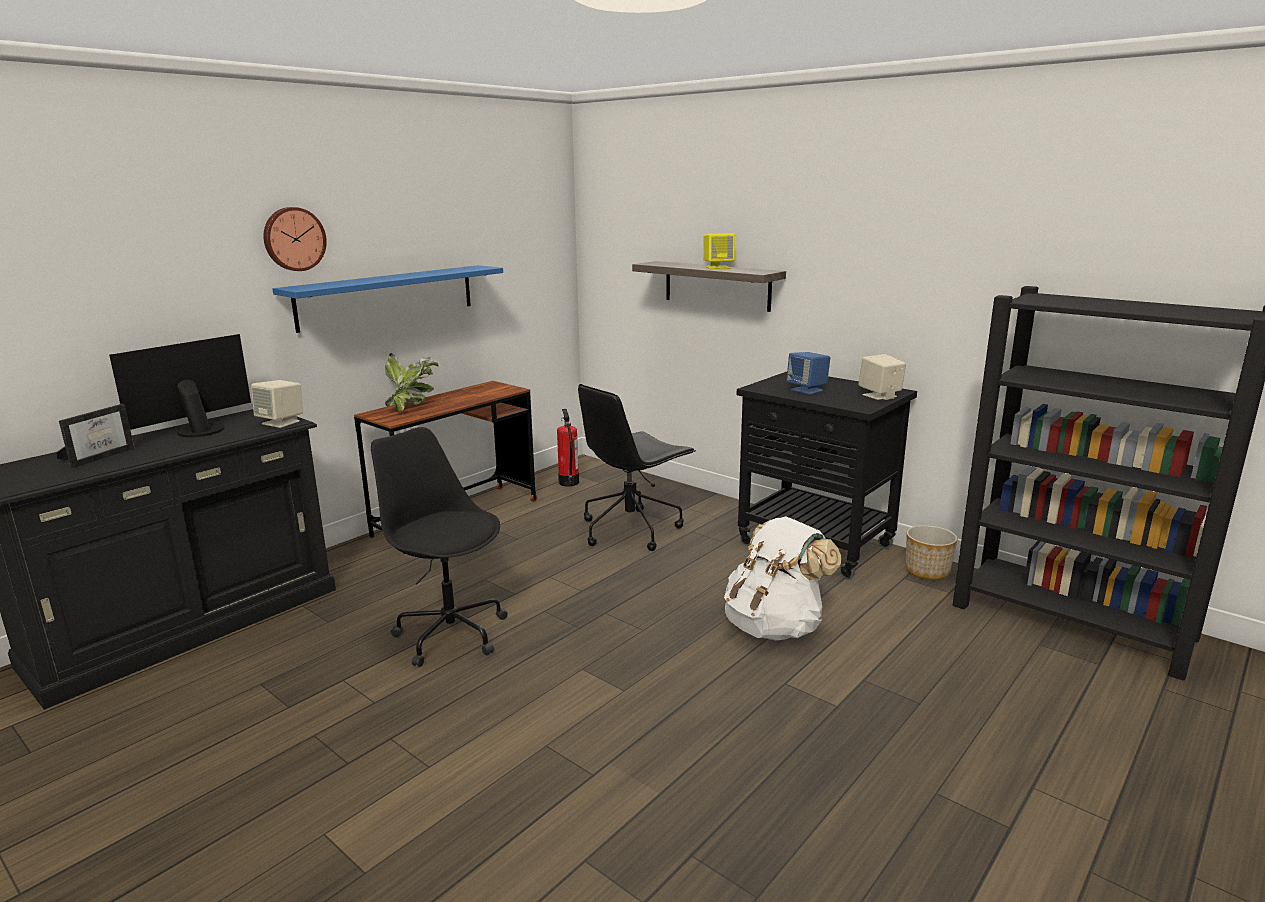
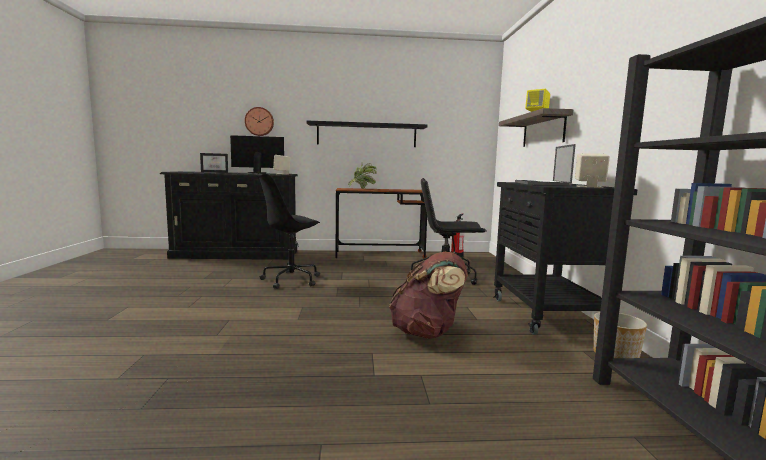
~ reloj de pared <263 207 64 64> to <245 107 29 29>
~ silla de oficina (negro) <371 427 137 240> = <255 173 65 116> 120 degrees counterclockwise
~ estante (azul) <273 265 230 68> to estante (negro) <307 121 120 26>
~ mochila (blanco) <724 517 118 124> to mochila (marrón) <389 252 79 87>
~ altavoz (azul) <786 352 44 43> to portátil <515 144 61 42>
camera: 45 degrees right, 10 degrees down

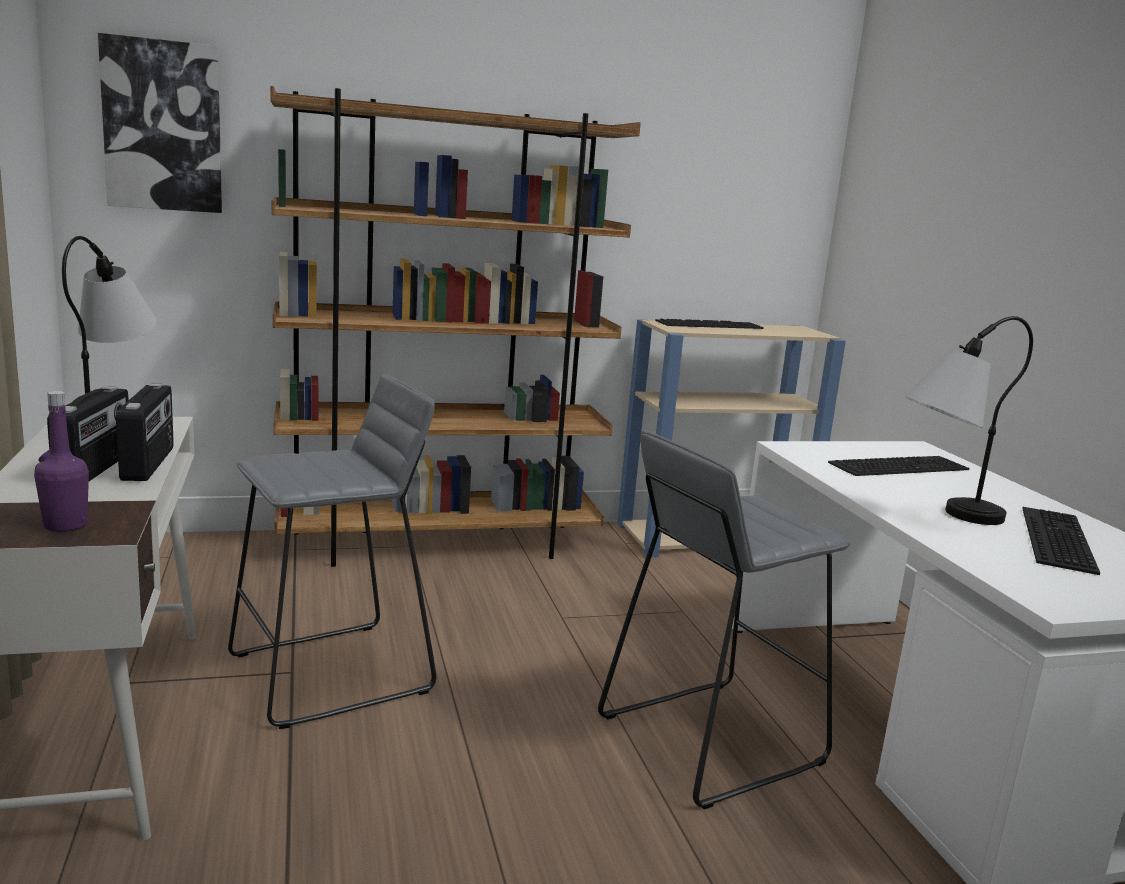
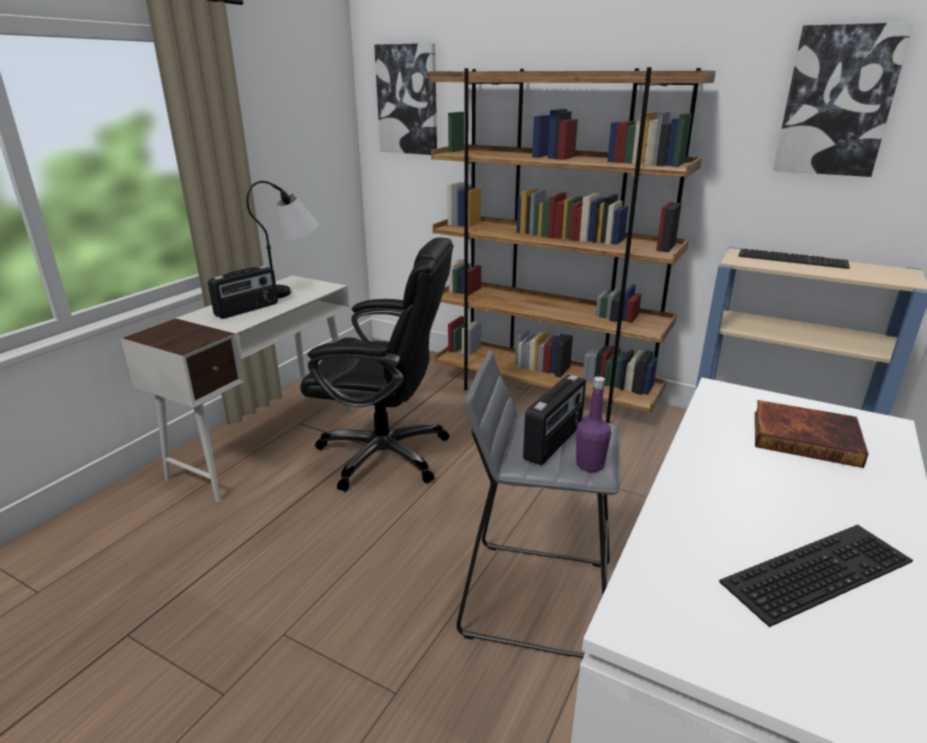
~ taburete (gris) <228 374 208 355> to silla de oficina (negro) <300 237 154 255>
~ radio <116 384 58 97> to <523 374 63 91>
~ botella (morado) <34 391 55 141> to <576 376 35 96>
~ teclado <828 456 141 20> to libro <755 400 113 68>
+ cuadro <773 22 141 155>
- lámpara de mesa <906 316 127 209>
camera: 45 degrees right, 10 degrees up

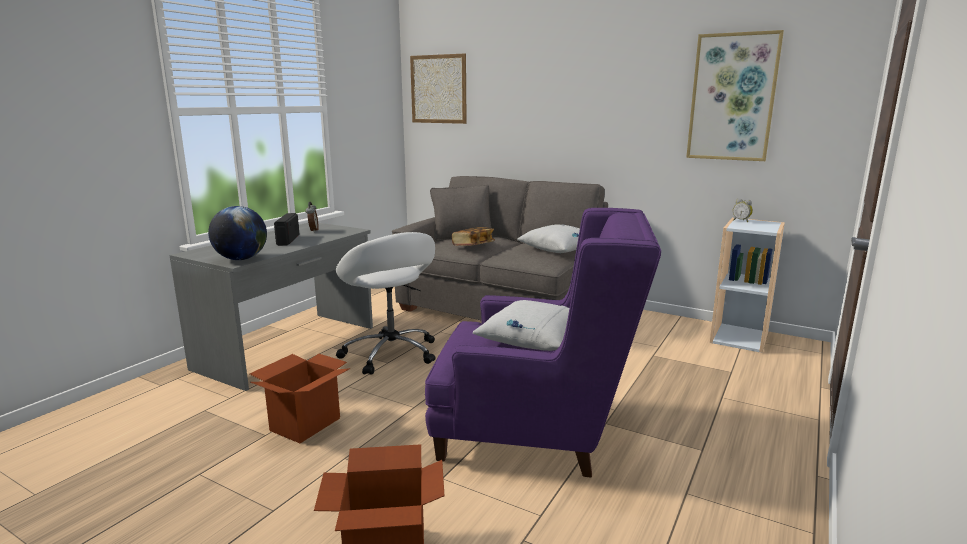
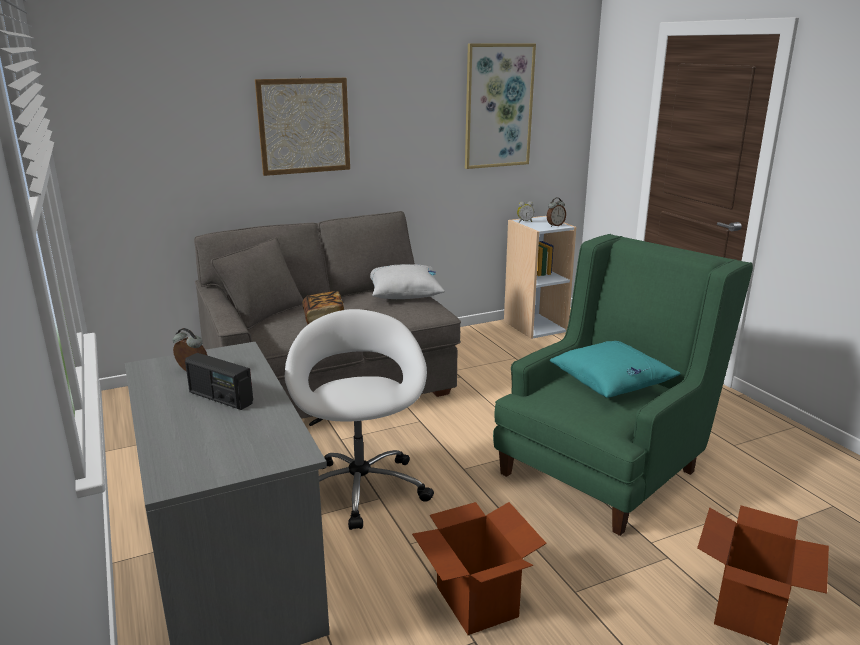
~ cuadro <410 53 57 71> to <255 76 95 100>
~ silla de oficina (blanco) <336 232 100 143> = <285 309 149 221> 105 degrees counterclockwise
~ sillón (morado) <425 208 236 269> to sillón (verde) <493 234 260 302>
+ despertador <547 198 19 29>
~ cojín (gris) <473 300 96 51> to cojín (turquesa) <550 341 131 57>
- globo terráqueo <208 206 59 54>
camera: 55 degrees left, 5 degrees up

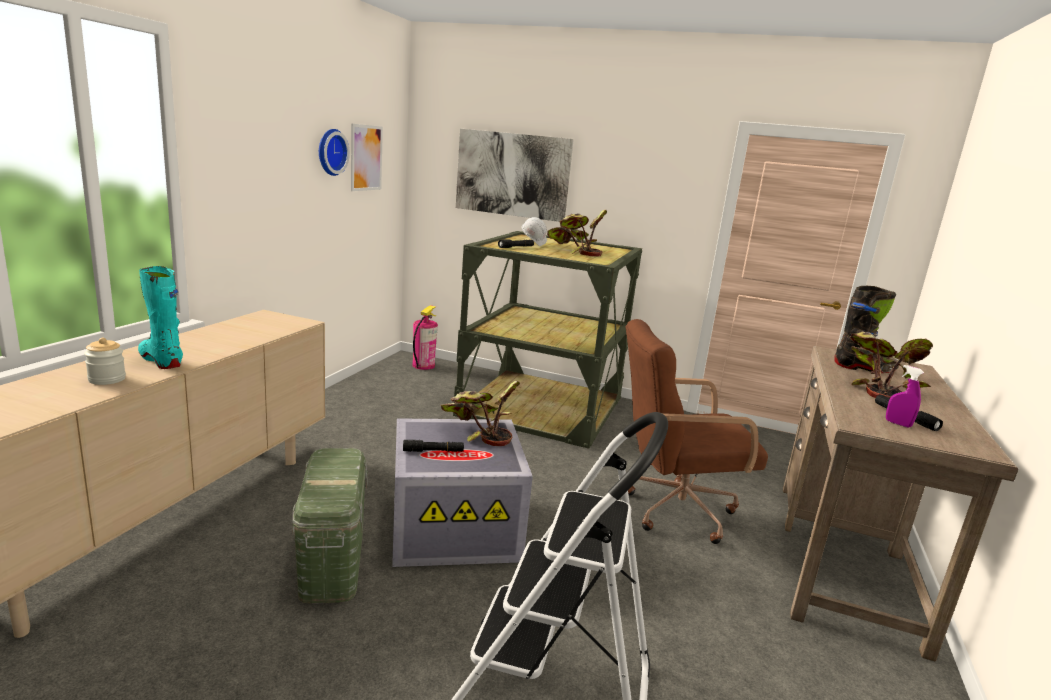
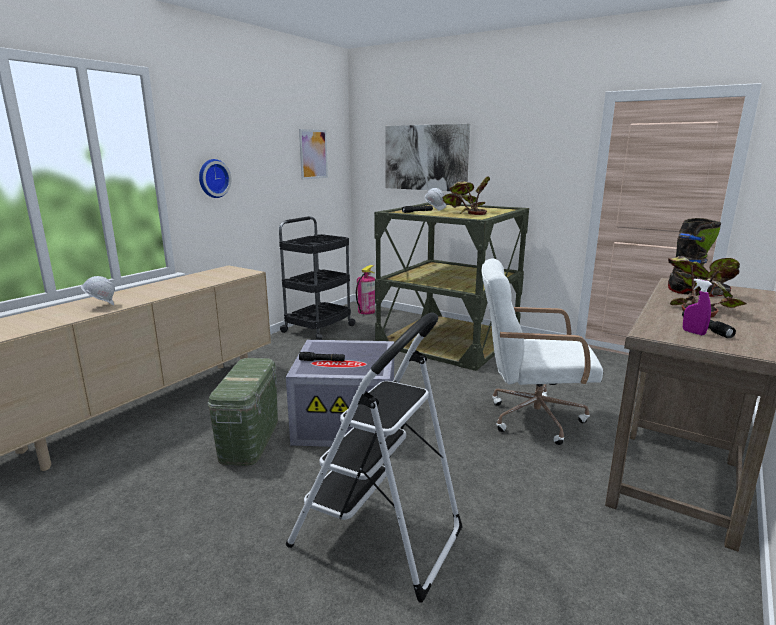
~ tarro <84 338 42 47> to casco (blanco) <81 276 34 30>
~ reloj de pared <319 129 31 47> to <199 159 32 39>
+ carrito (negro) <279 216 76 124>
~ silla de oficina (marrón) <625 319 143 225> to silla de oficina (blanco) <482 258 121 187>
- bota (turquesa) <138 266 45 103>
- planta en maceta <440 381 80 65>
camera: 15 degrees right, 0 degrees up

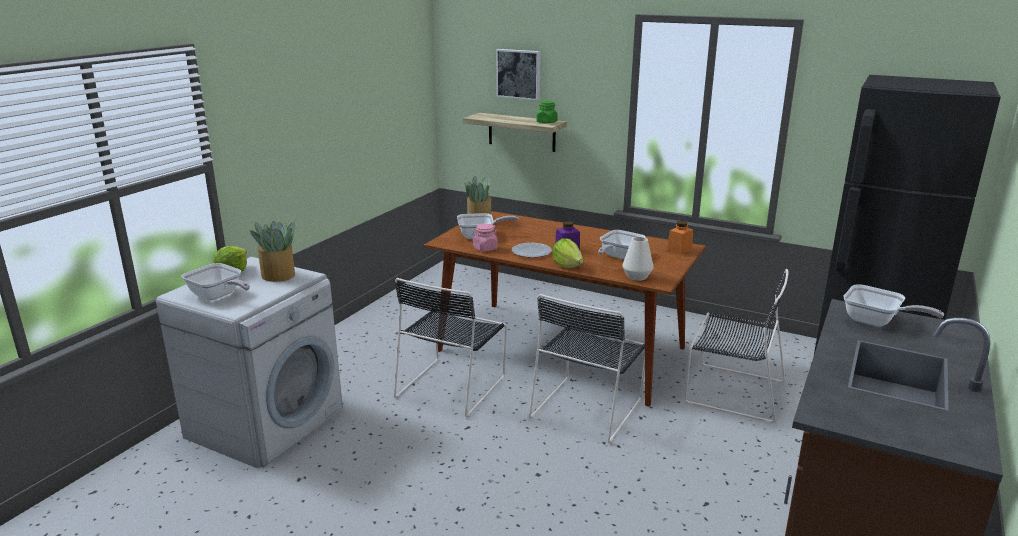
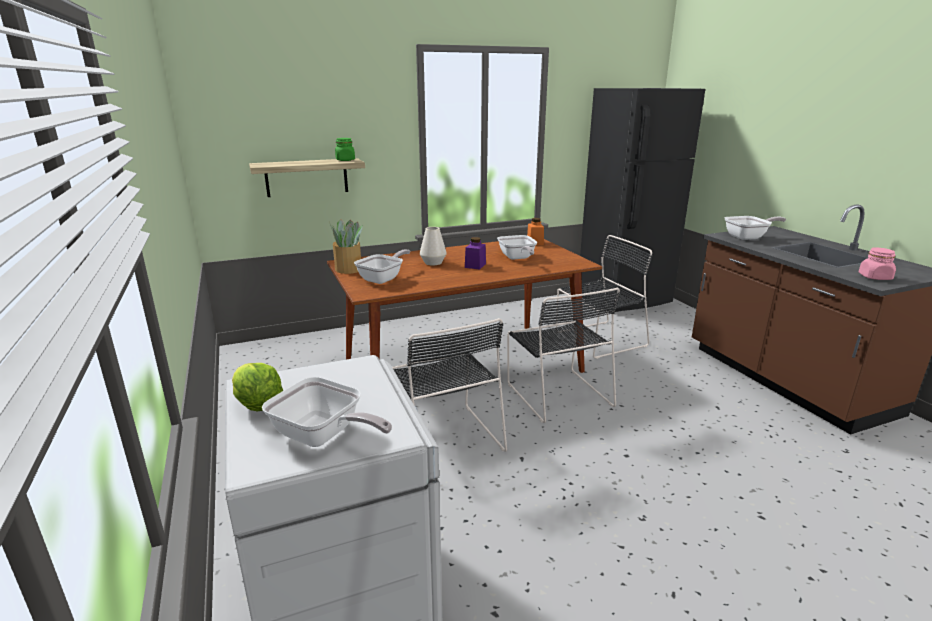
~ sartén <182 263 68 37> = <262 377 130 70> 45 degrees clockwise
~ florero (blanco) <622 237 32 44> to <420 227 27 38>
~ tarro (rosa) <472 224 26 28> to <859 247 37 33>
- planta en maceta <250 221 46 61>
- cuadro <496 49 45 51>
- plato <512 243 40 15>
- lechuga <552 238 32 30>
camera: 50 degrees left, 0 degrees up

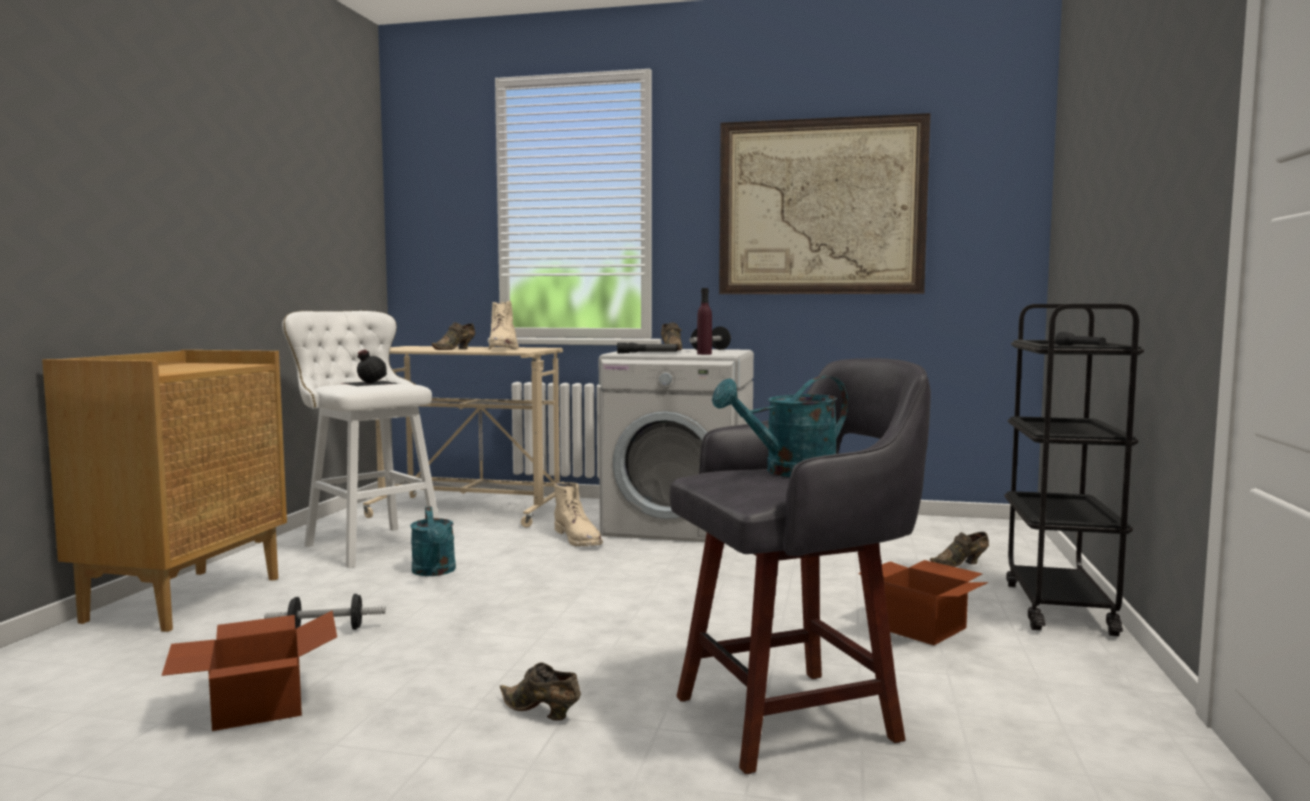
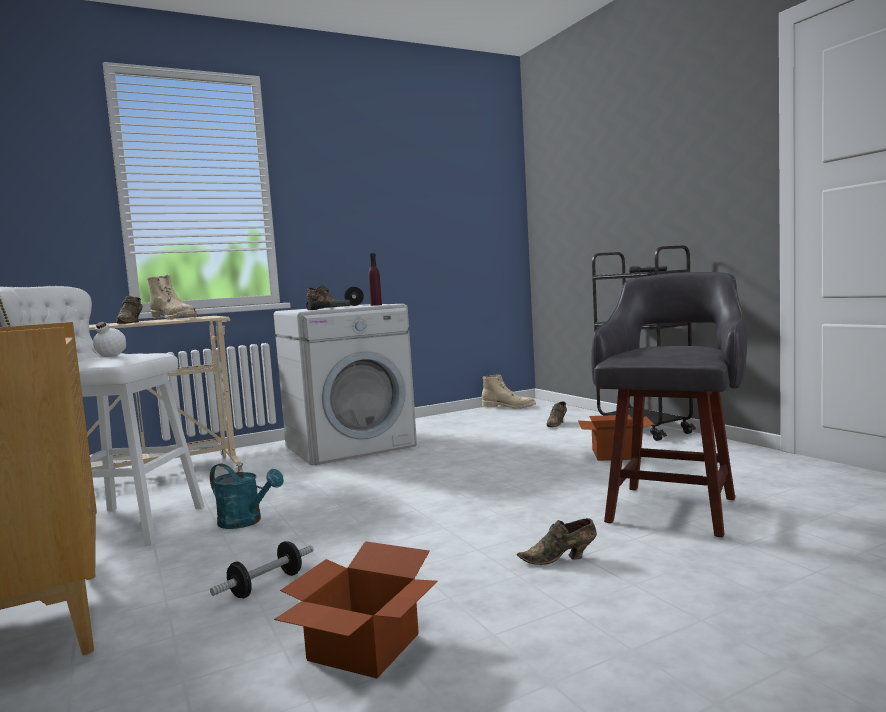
~ botella (negro) <342 349 57 37> to botella (blanco) <80 322 64 38>
~ bota (beis) <554 482 49 65> to <482 375 54 34>
- regadera (turquesa) <712 376 136 101>
- cuadro <719 113 211 181>
camera: 40 degrees left, 0 degrees up

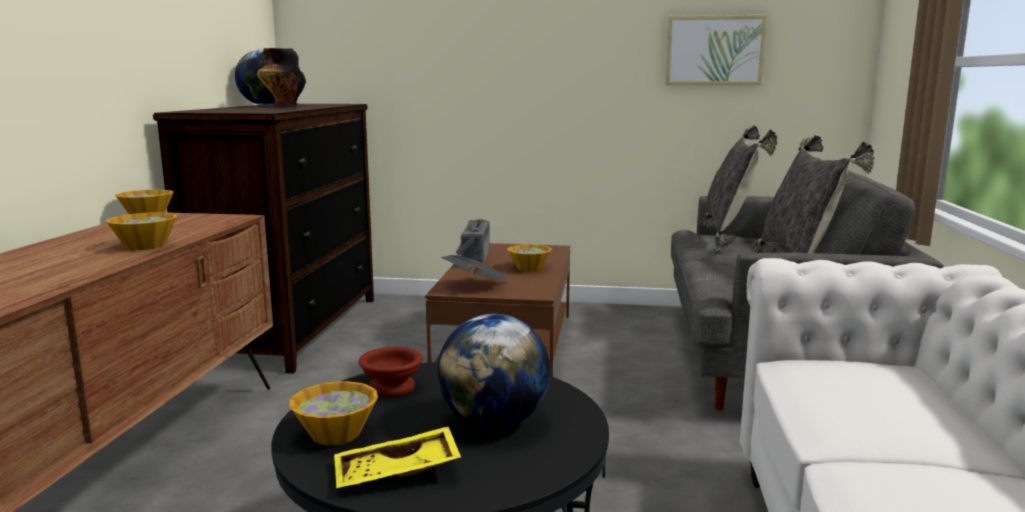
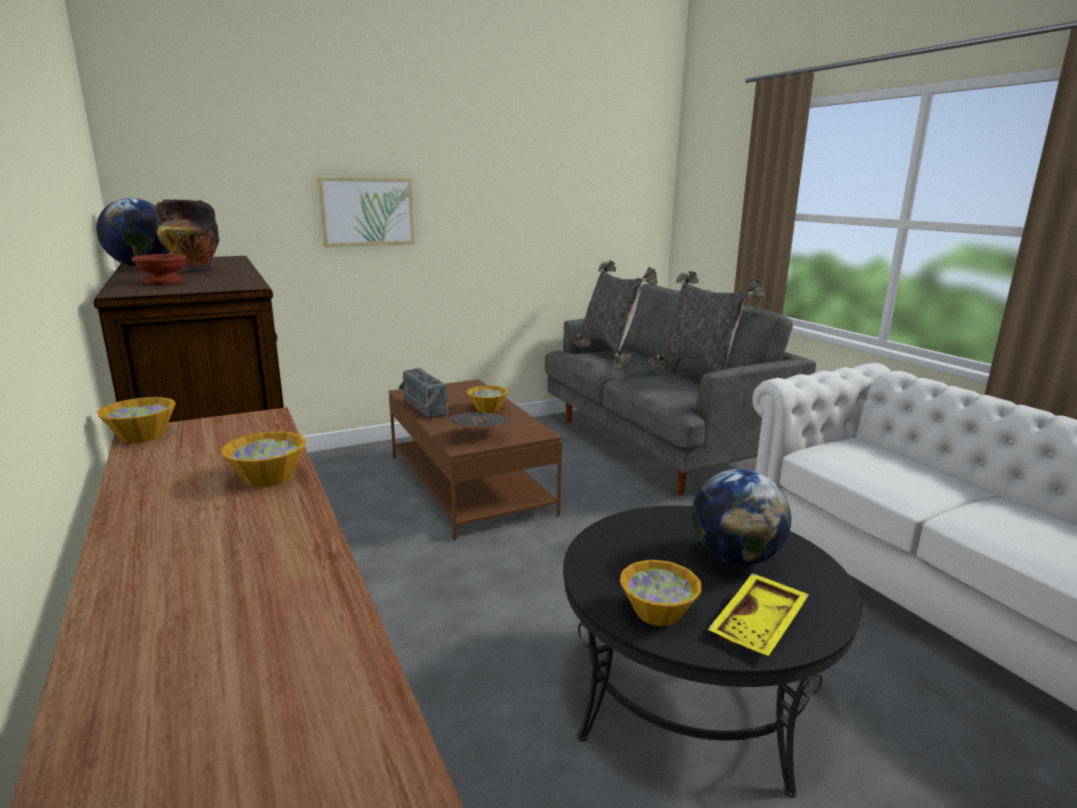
~ cuenco (marrón) <359 347 64 50> to <132 254 55 31>
~ cuadro <665 15 102 70> to <317 177 98 70>
camera: 35 degrees left, 5 degrees up

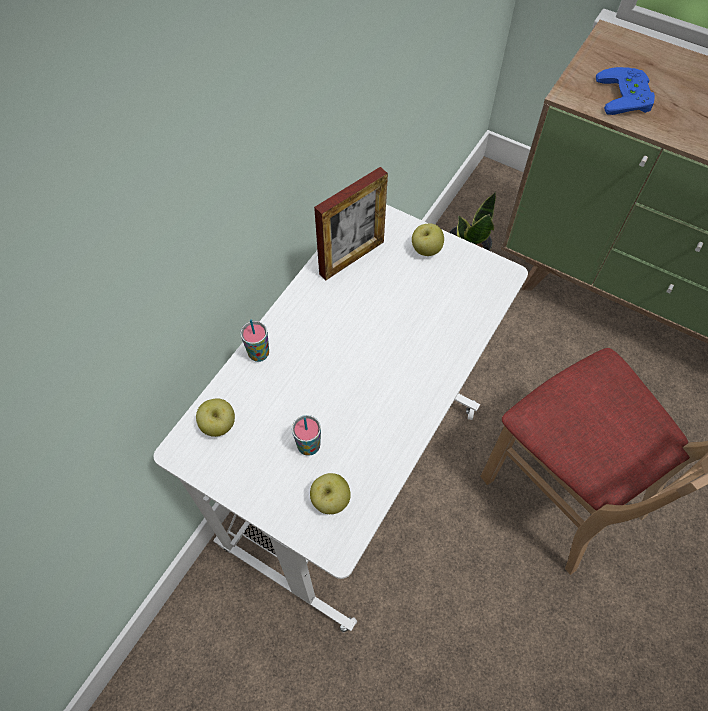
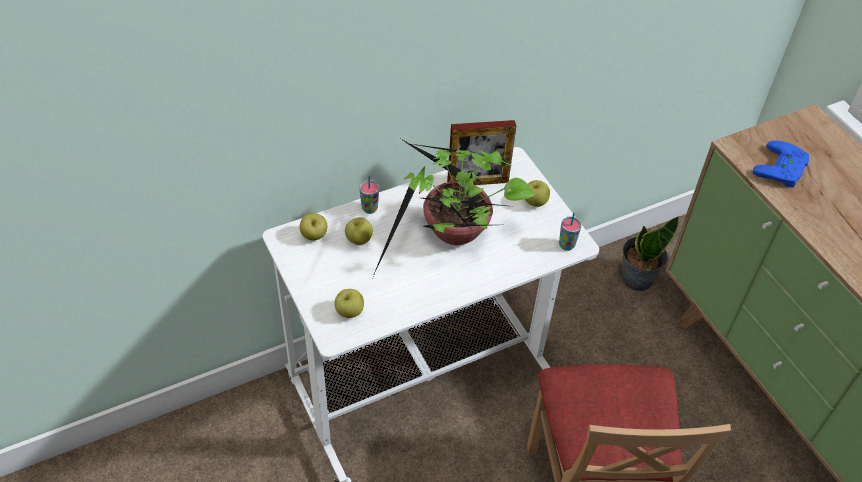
+ manzana <345 217 28 28>
+ planta en maceta <372 139 163 139>
~ taza <292 415 29 41> to <559 213 23 38>
camera: 30 degrees right, 10 degrees down

